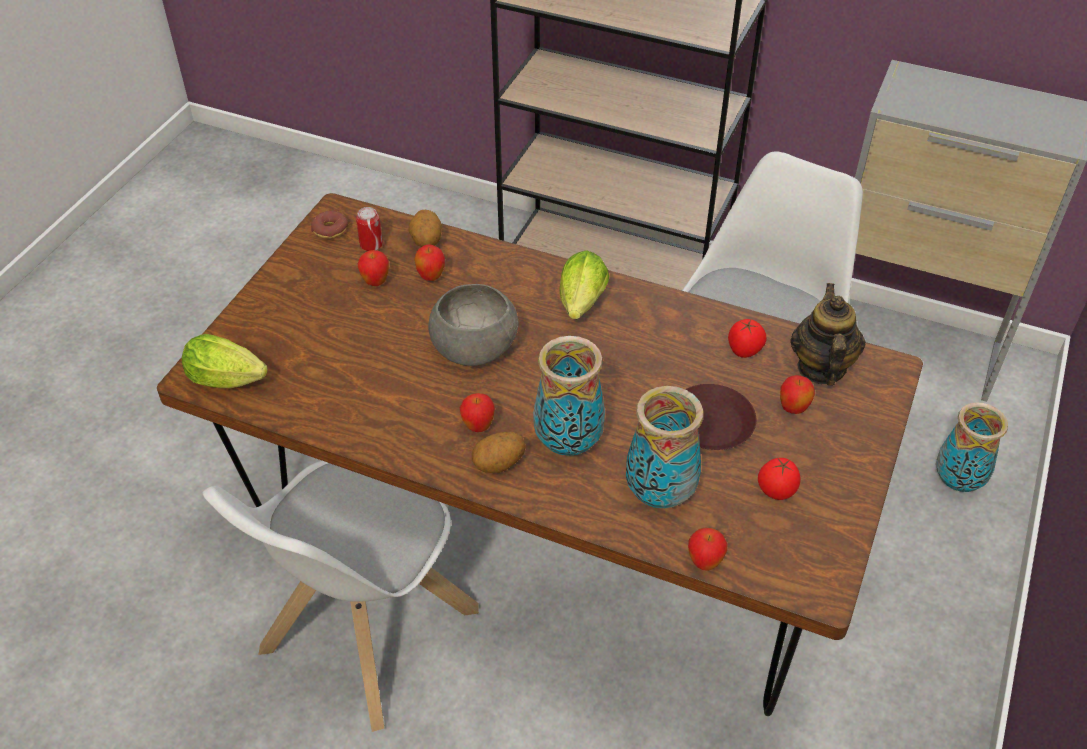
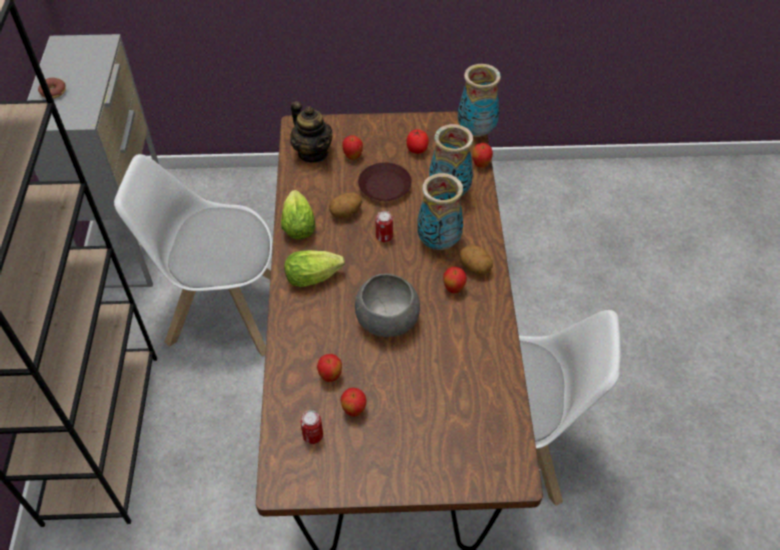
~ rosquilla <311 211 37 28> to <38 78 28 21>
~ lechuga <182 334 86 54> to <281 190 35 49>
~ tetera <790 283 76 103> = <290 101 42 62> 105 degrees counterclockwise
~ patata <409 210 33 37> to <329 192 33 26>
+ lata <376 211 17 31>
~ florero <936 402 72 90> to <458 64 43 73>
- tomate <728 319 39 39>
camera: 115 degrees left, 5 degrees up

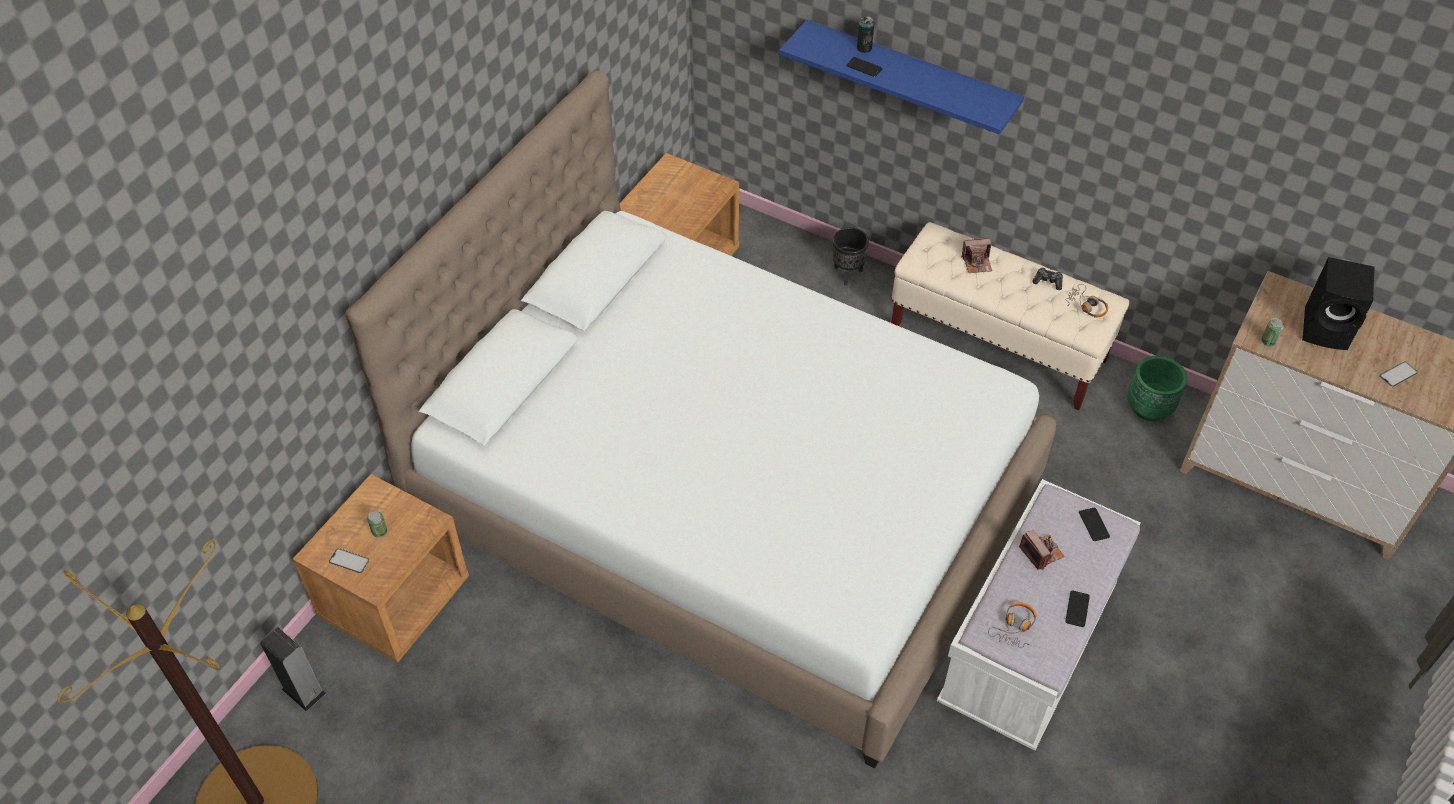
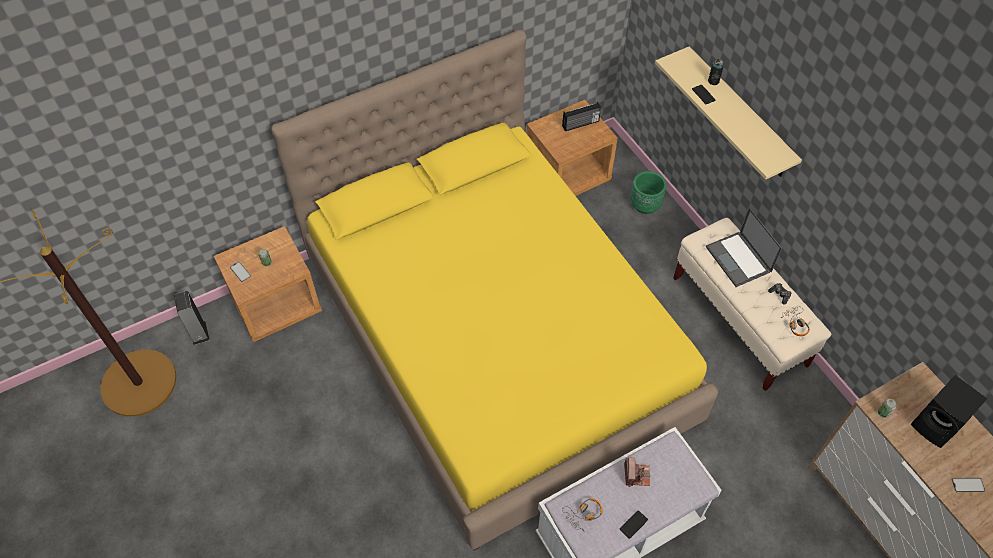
~ cama (blanco) <346 71 711 698> to cama (amarillo) <271 30 448 521>
+ radio <562 102 39 29>
~ maceta (verde) <1127 356 60 65> to <630 171 37 43>
~ estante (azul) <779 20 245 114> to estante (beis) <655 46 147 134>
~ cámara <961 237 31 36> to portátil <706 208 76 79>
- maceta (negro) <832 228 37 57>
- móvil <1079 508 31 33>
camera: 30 degrees right, 5 degrees up

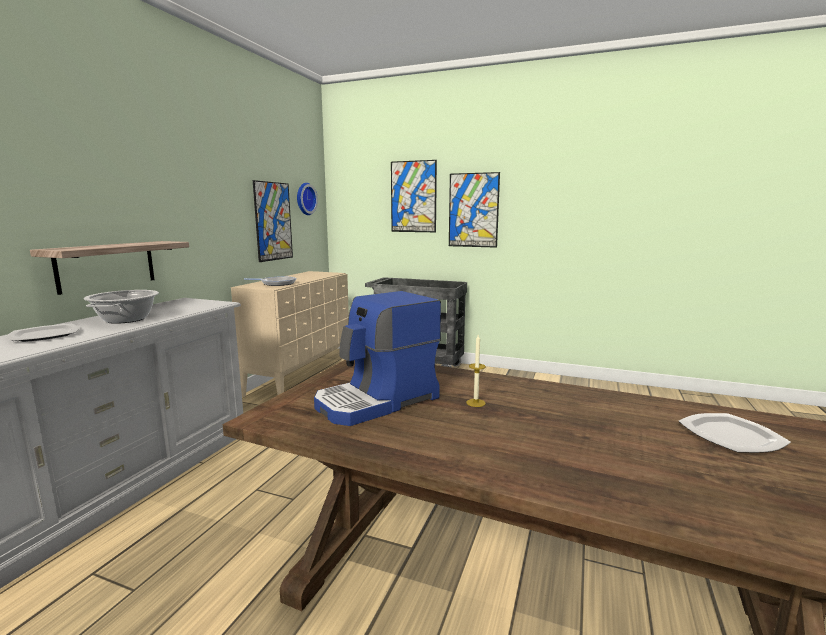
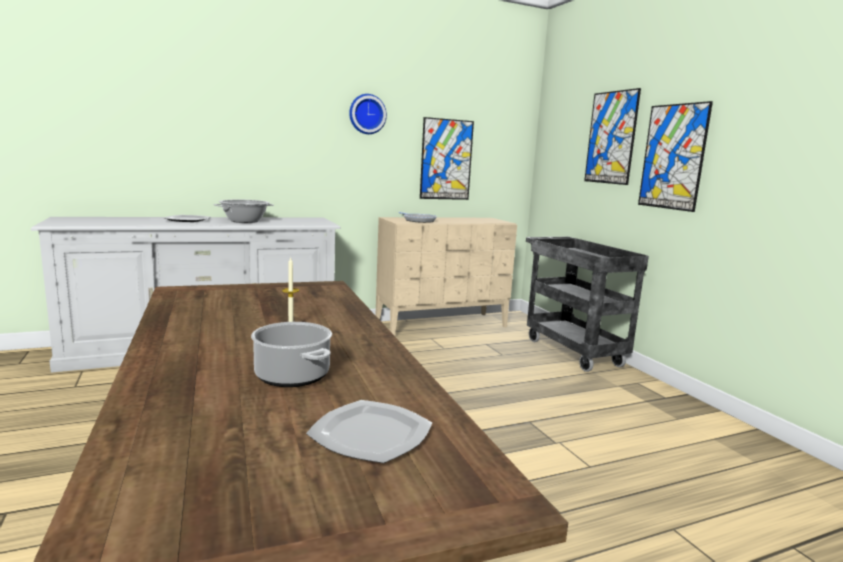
+ olla <251 322 81 65>
~ reloj de pared <297 183 21 32> to <349 94 38 40>
- estante <30 241 159 54>
- cafetera <314 291 127 135>
camera: 45 degrees right, 0 degrees up

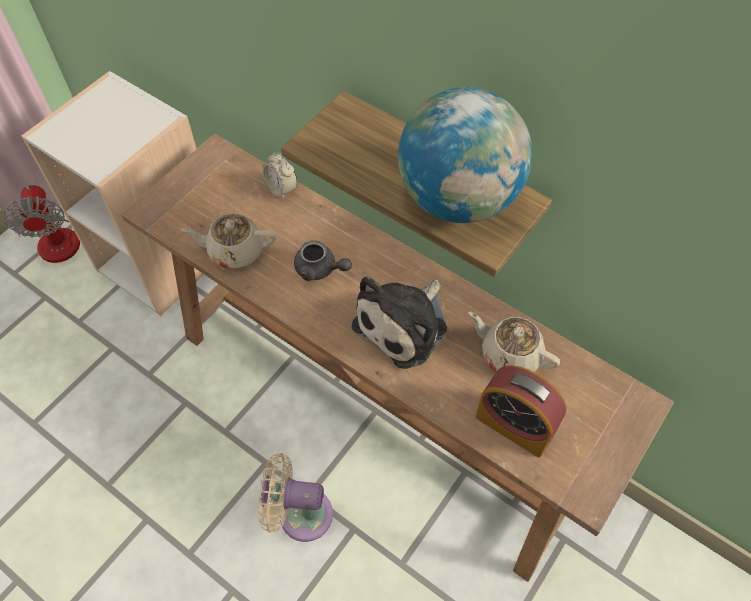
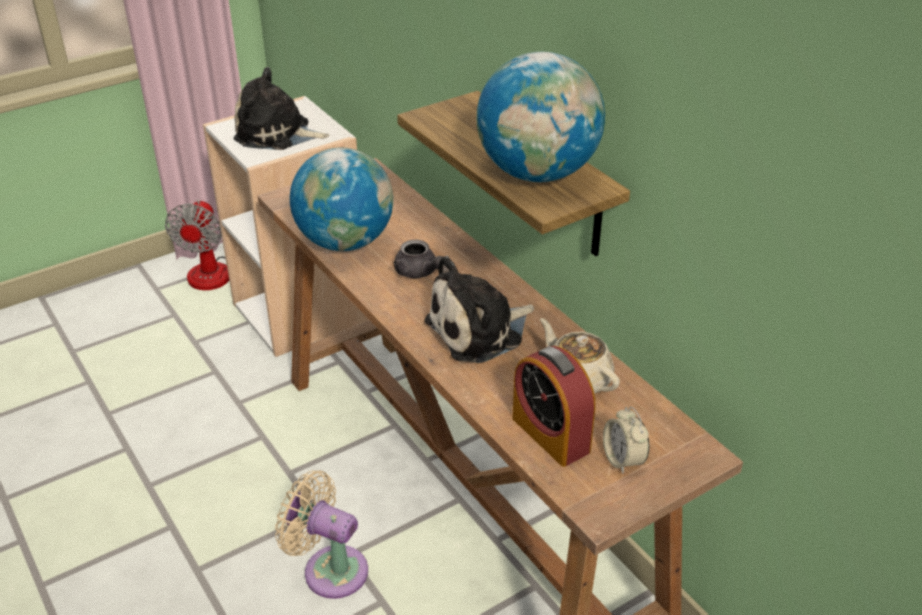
+ peluche <234 67 96 83>
~ tetera (beis) <181 213 95 56> to globo terráqueo <290 148 103 103>
~ despertador <263 152 34 48> to <603 407 46 67>
camera: 20 degrees right, 20 degrees down

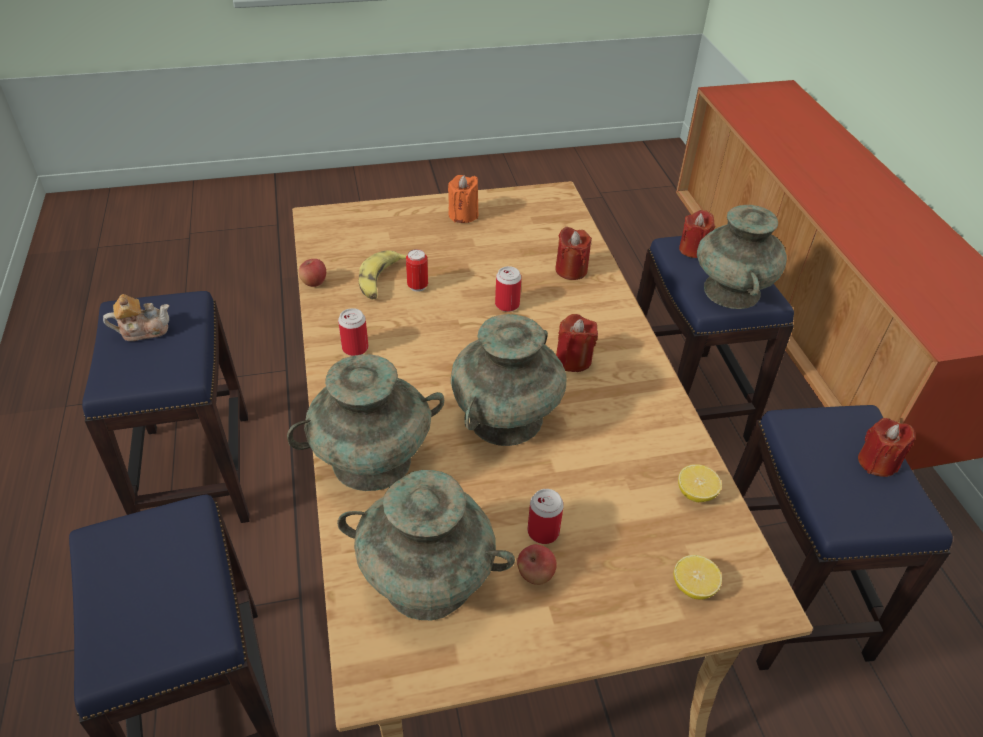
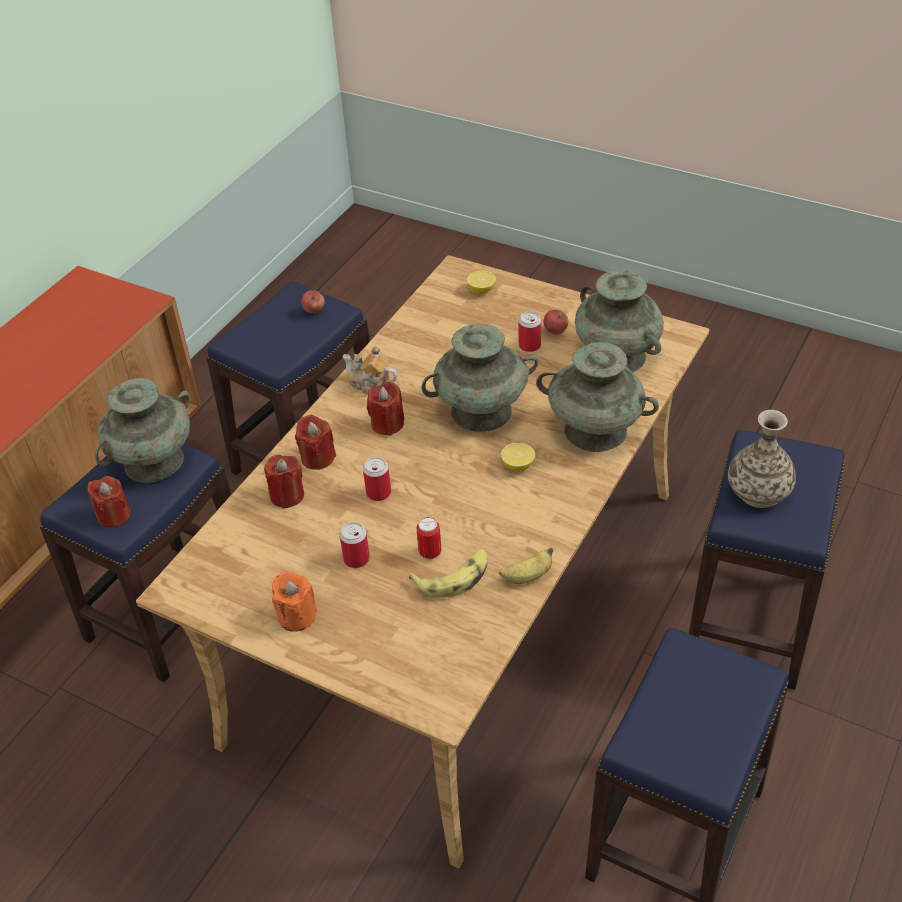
~ vela (rojo) <858 418 57 59> to <295 414 41 56>
~ manzana <299 259 27 28> to <301 290 24 23>
~ lata <338 308 30 48> to <339 522 31 46>
~ tetera <103 294 66 47> to <343 346 55 49>
+ plátano <499 547 54 37>
~ limón <678 464 44 38> to <501 443 34 29>
+ florero <728 410 68 98>
camera: 135 degrees left, 0 degrees up

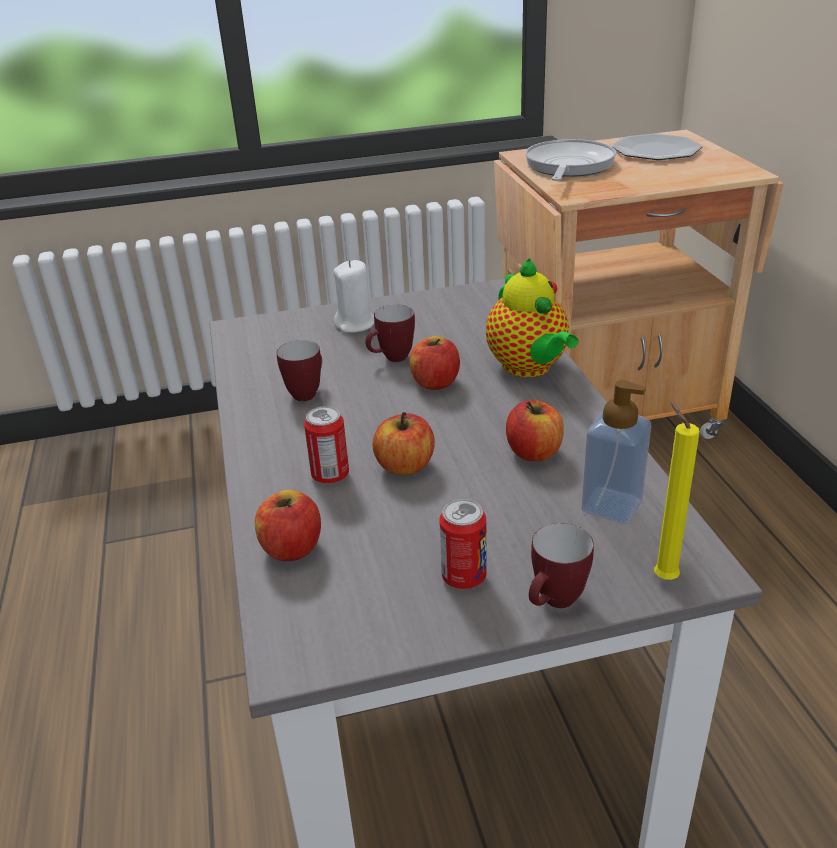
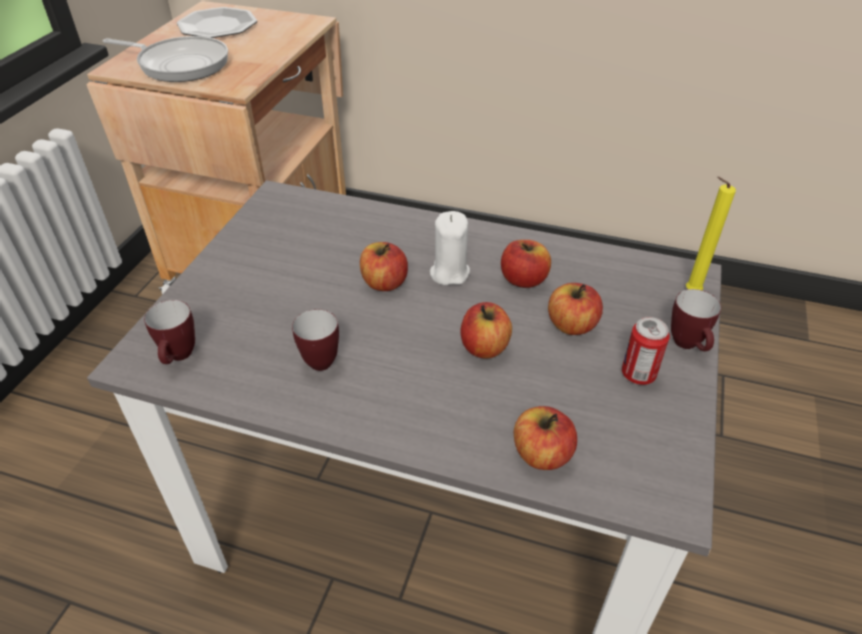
~ sartén <525 139 91 42> = <103 36 125 46> 150 degrees clockwise
~ taza grande <365 304 50 58> to <144 300 51 64>
~ vela (blanco) <333 260 41 73> to <430 211 40 74>
+ manzana <548 283 55 52>
- lata <304 406 45 78>
- tetera <486 258 92 119>
- dispensador de jabón <581 380 70 144>
camera: 60 degrees left, 10 degrees up

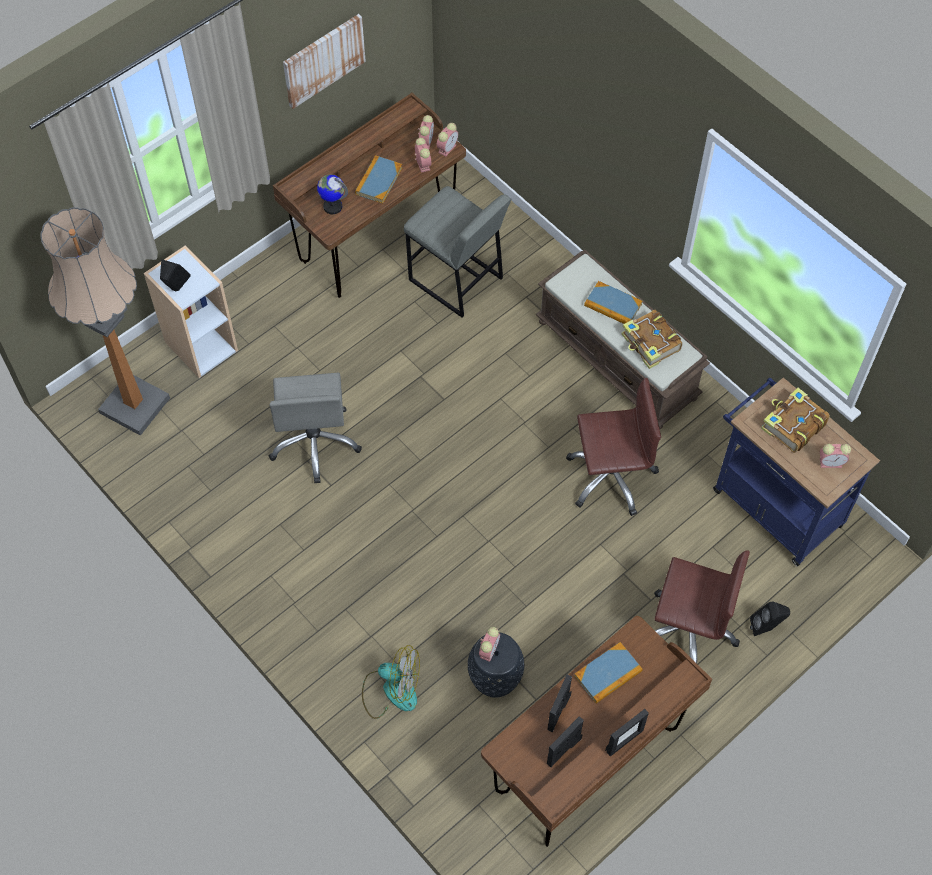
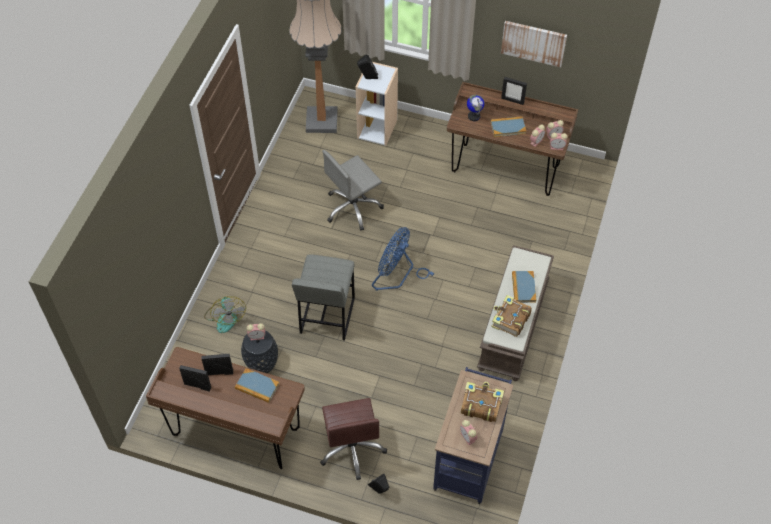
~ silla (gris) <404 186 107 132> to <292 254 63 87>
+ ventilador (azul) <372 227 62 63>
~ portarretratos <605 709 44 48> to <501 77 26 28>
- silla de oficina (marrón) <566 378 95 138>
camera: 60 degrees right, 5 degrees down

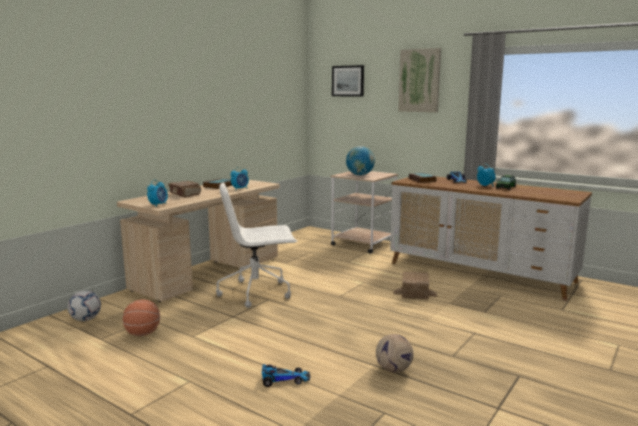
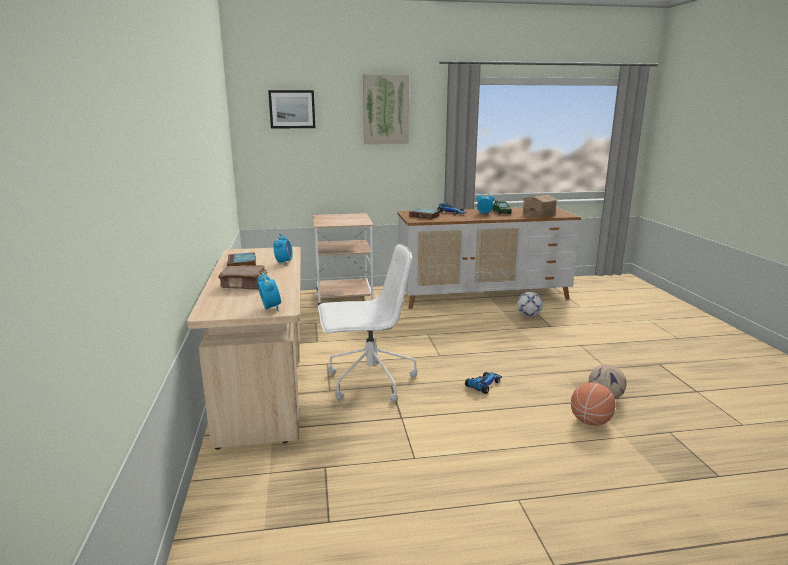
~ silla de oficina (blanco) <216 182 81 126> = <318 244 99 158> 135 degrees counterclockwise
~ coche de juguete <262 364 48 23> to <465 372 37 22>
~ balón de fútbol <68 290 33 31> to <517 292 26 25>
~ casita <393 272 44 27> to <522 195 36 22>
~ balón de baloncesto <123 300 37 36> to <571 382 45 44>
- globo terráqueo <346 146 29 29>
camera: 45 degrees left, 5 degrees up

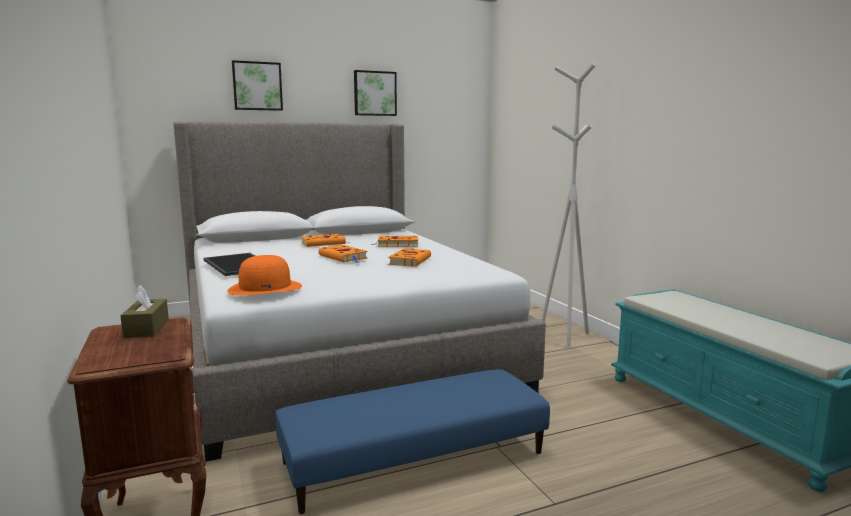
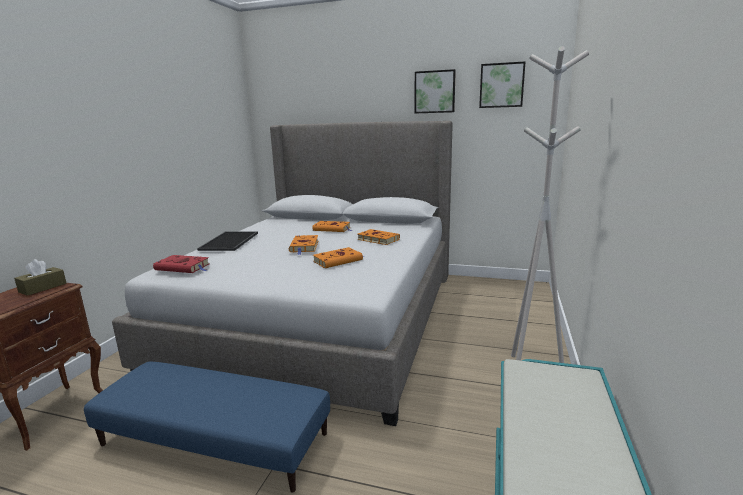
~ sombrero (naranja) <227 255 75 41> to libro (rojo) <153 255 56 18>
~ cuadro <232 60 51 51> to <479 61 47 47>
camera: 40 degrees right, 5 degrees up

